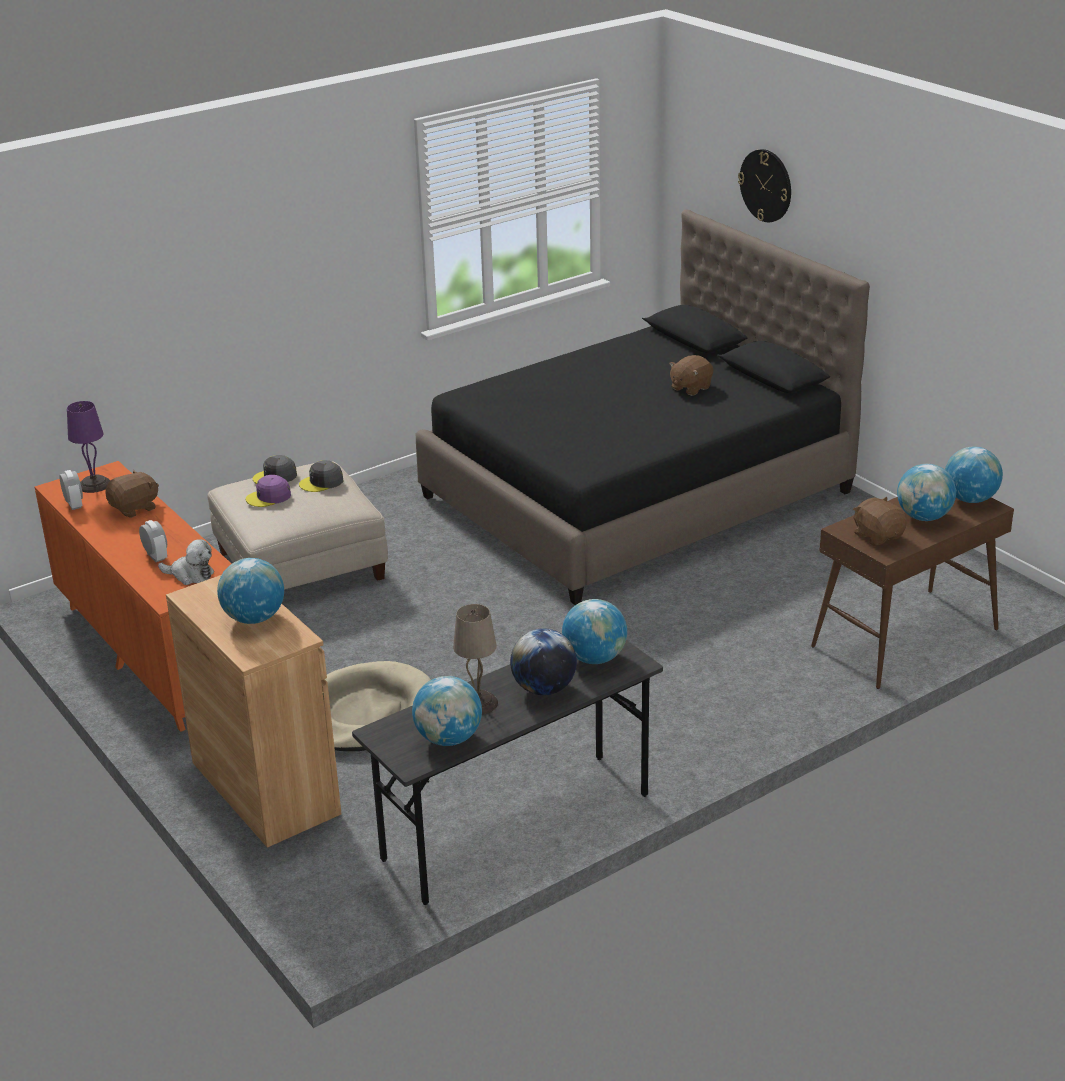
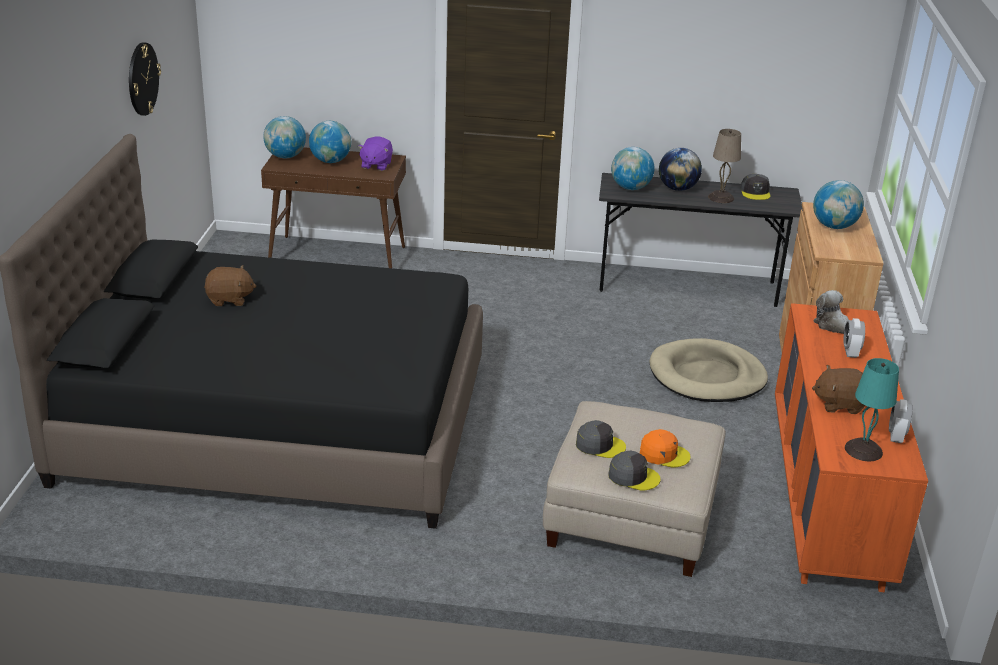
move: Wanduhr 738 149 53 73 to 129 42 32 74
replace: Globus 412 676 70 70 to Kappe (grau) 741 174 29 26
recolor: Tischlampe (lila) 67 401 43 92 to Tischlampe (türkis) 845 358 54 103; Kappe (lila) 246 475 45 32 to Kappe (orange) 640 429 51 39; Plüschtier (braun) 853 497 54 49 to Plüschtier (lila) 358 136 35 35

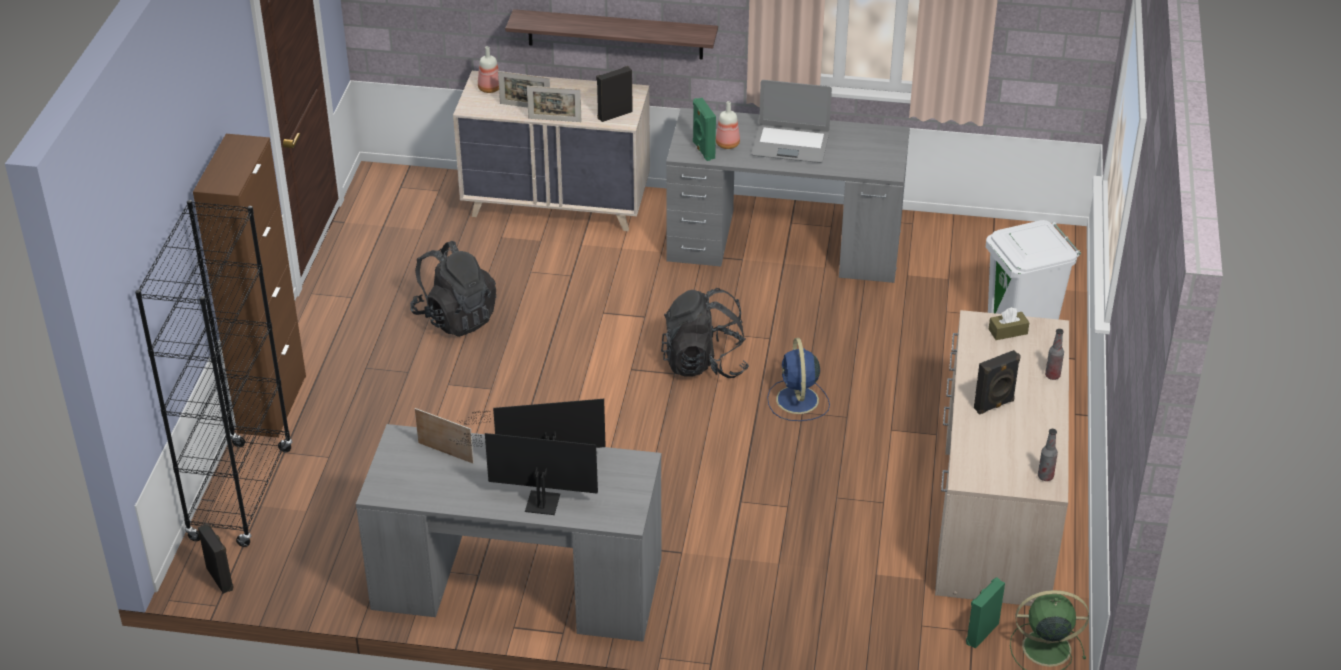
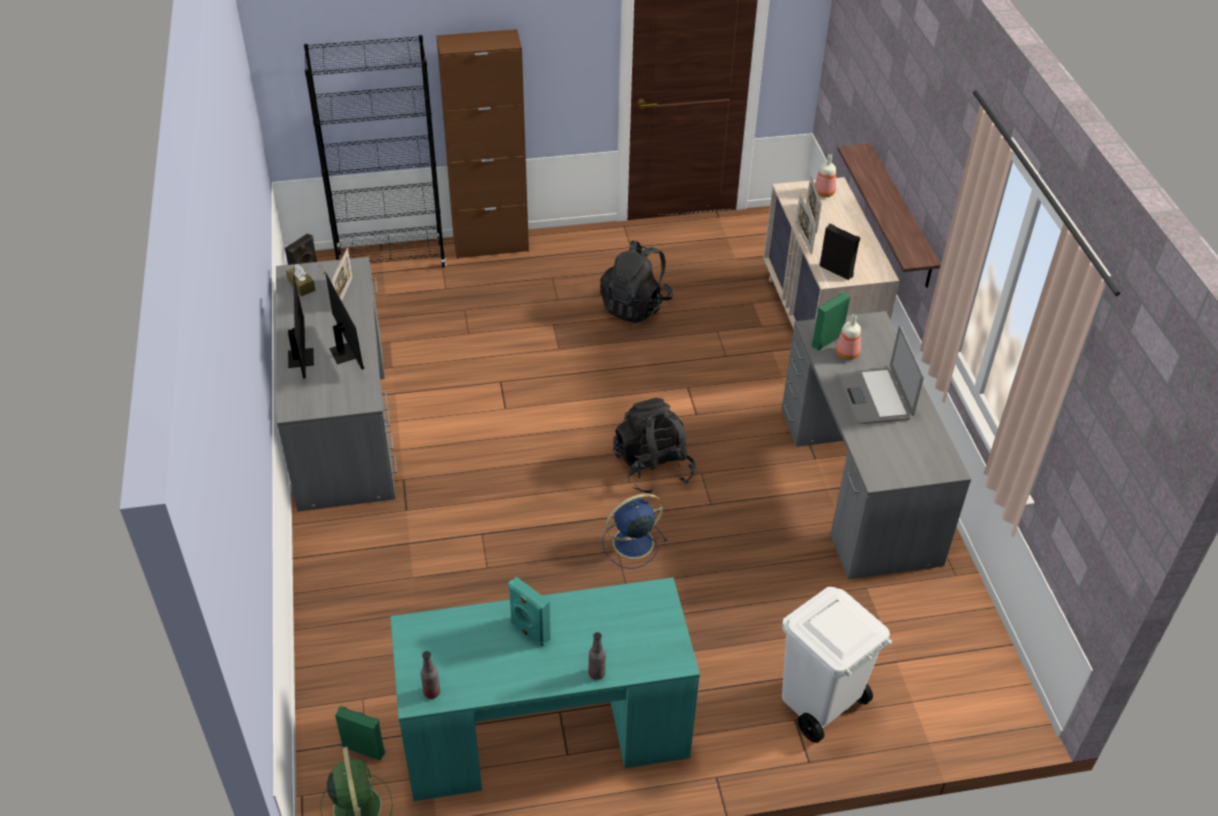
move: Taschentuchbox (braun) 989 307 40 33 to 286 264 30 32
recolor: Schreibtisch (beige) 935 310 134 296 to Schreibtisch (türkis) 390 577 310 224; Lautsprecher (schwarz) 974 350 47 65 to Lautsprecher (türkis) 508 577 43 70

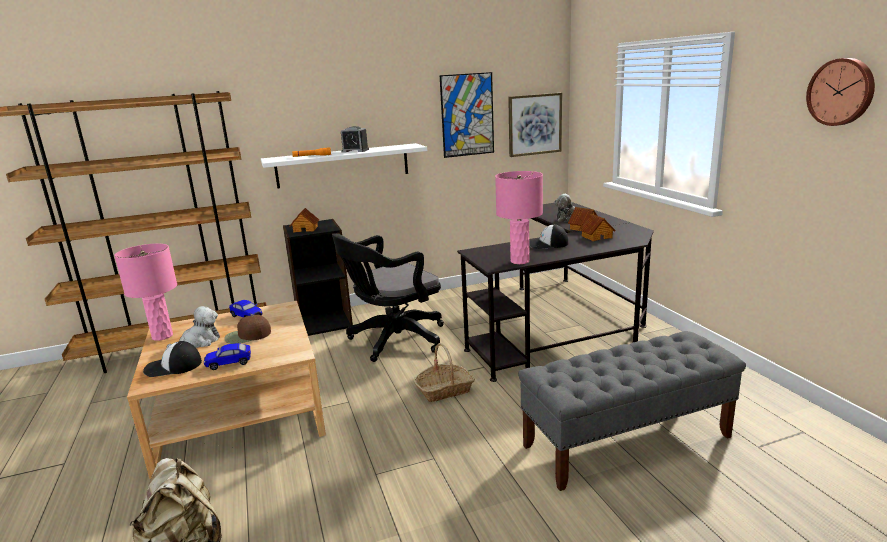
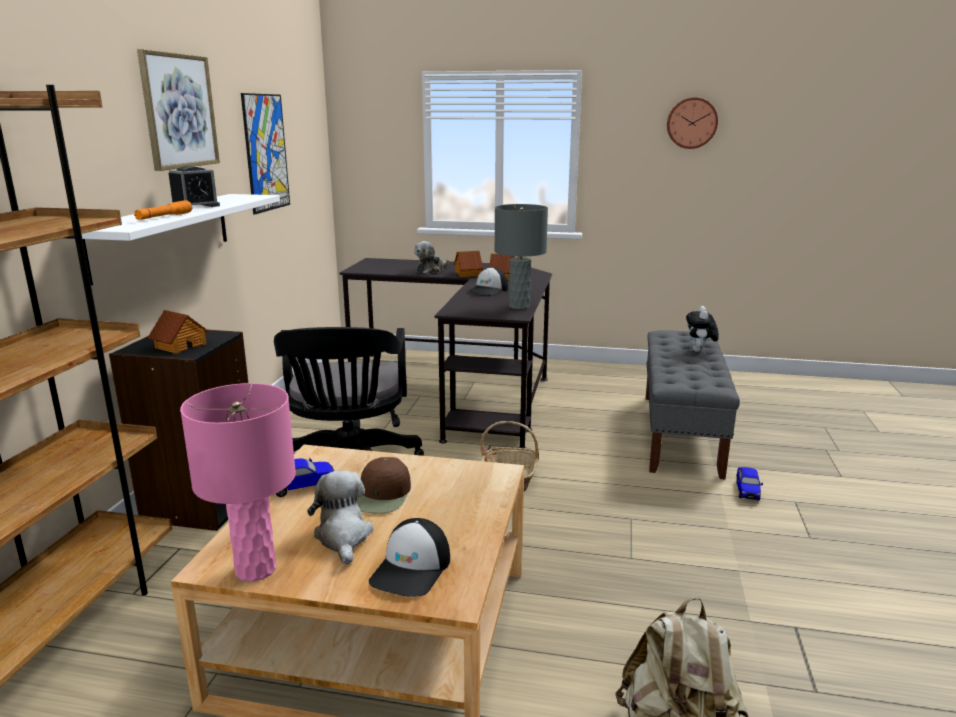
insert: Plüschtier 686 306 33 46
move: Spielzeugauto 204 343 47 27 to 736 467 27 33; Bild 508 93 54 64 to 137 49 83 122
recolor: Tischlampe (rosa) 495 171 48 93 to Tischlampe (grau) 495 204 53 105

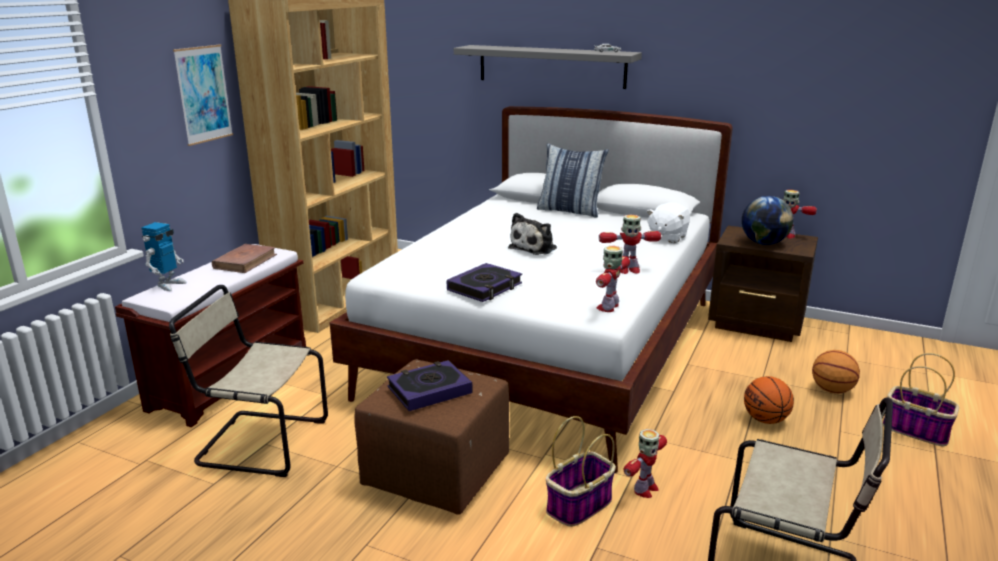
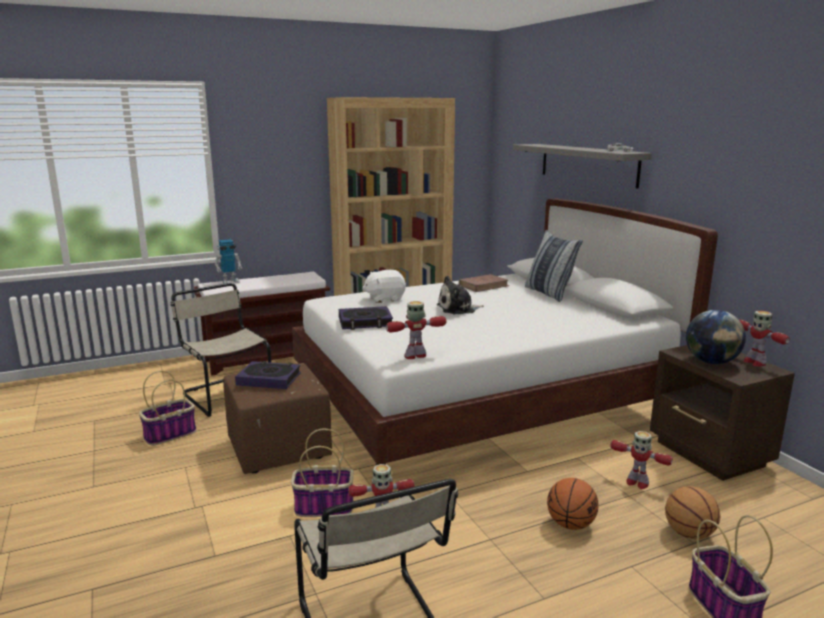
delete: Bild 173 44 60 102
insert: Korb 139 371 57 75
move: Buch (braun) 212 244 65 29 to 459 274 50 18; Spielzeugroboter 599 215 62 59 to 610 431 63 58; Plüschtier (weiß) 647 202 43 41 to 362 270 44 33

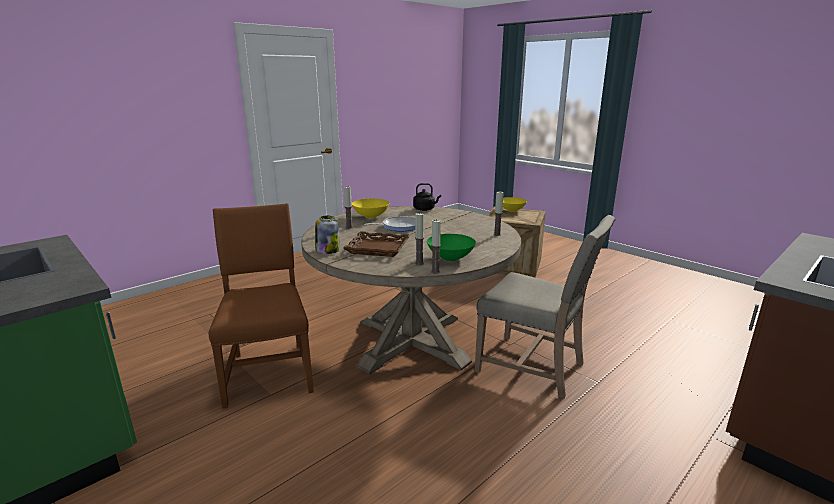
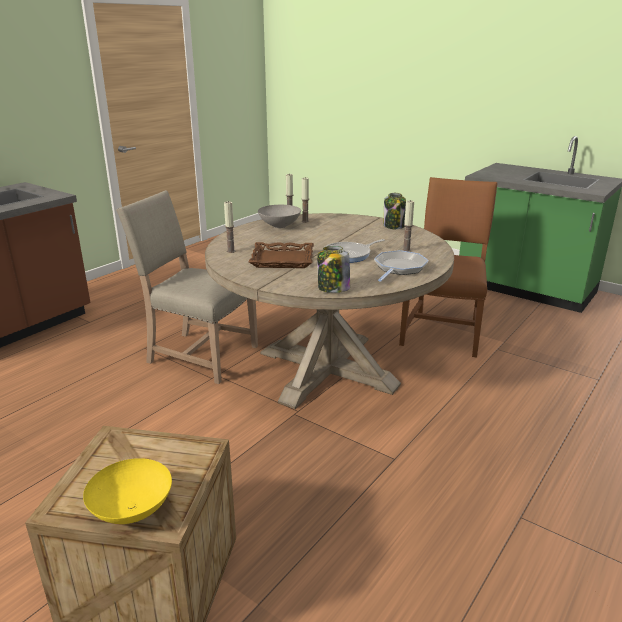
move: Tablett (braun) 343 231 67 26 to 249 242 65 26
replace: Schüssel (gelb) 352 198 37 20 to Pfanne 374 250 55 32; Wasserkessel (schwarz) 413 183 28 28 to Vorratsglas 317 246 33 47
recolor: Schüssel (grün) 427 234 49 27 to Schüssel (grau) 258 205 43 23
rotate: Stuhl (braun) 209 203 105 205 = 399 177 98 180 135 degrees counterclockwise

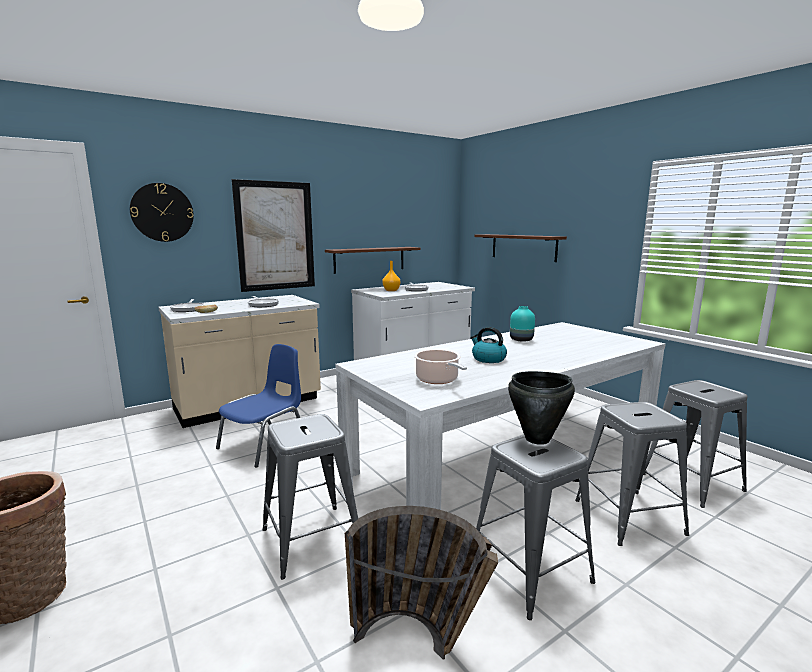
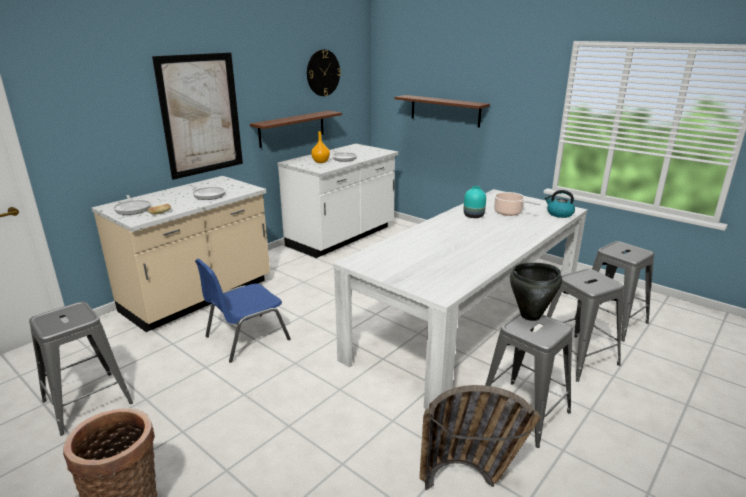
move: Wanduhr 130 183 64 59 to 307 49 34 47; Hocker (grau) 262 414 96 166 to 29 302 104 134; Kochtopf 414 349 53 35 to 494 192 47 24; Wasserkessel 471 327 36 36 to 545 190 30 28
rotate: Stuhl (blau) 216 344 91 124 = 195 259 96 104 150 degrees counterclockwise

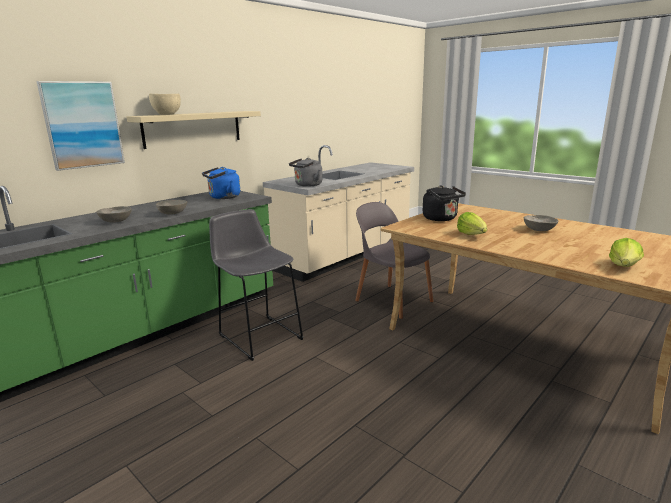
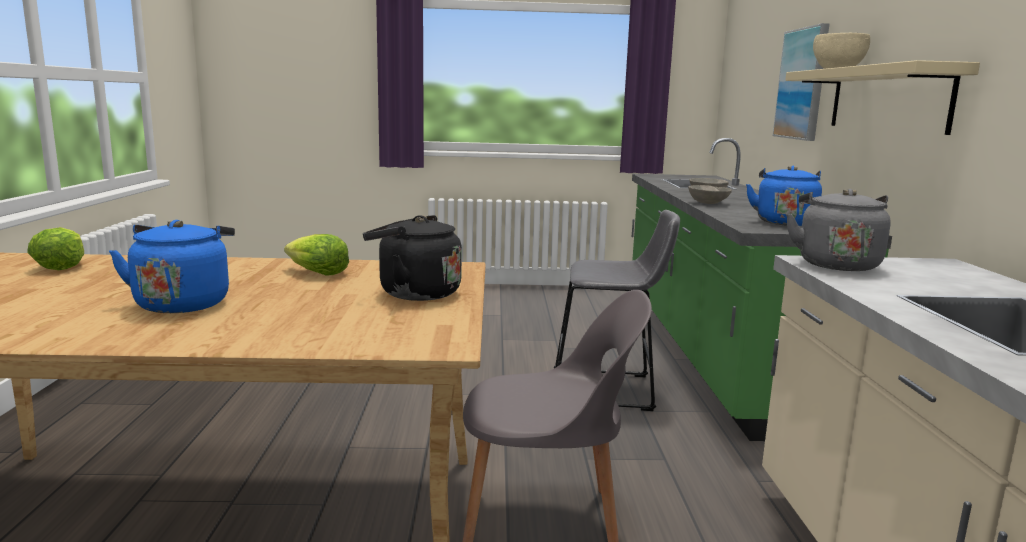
replace: Schüssel (grau) 524 215 34 16 to Wasserkessel (blau) 109 220 126 93

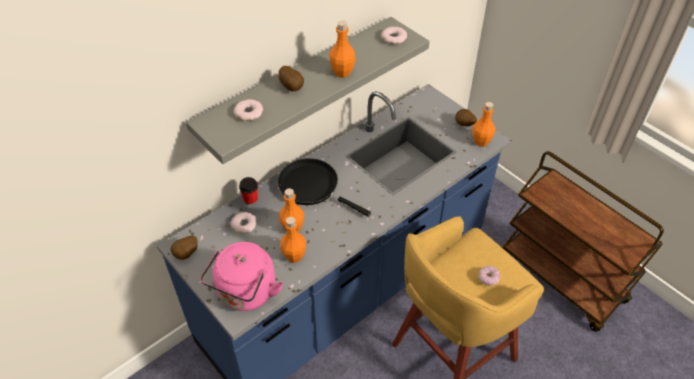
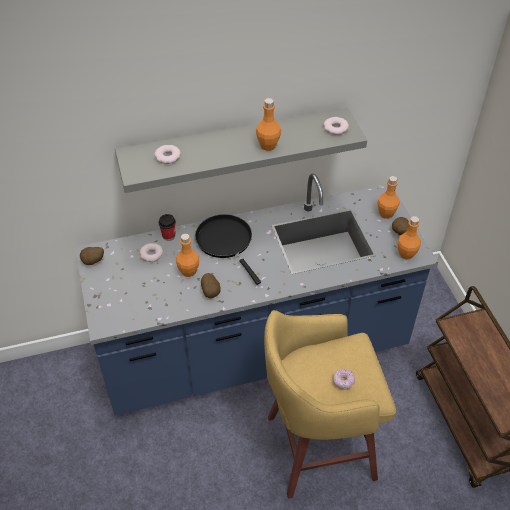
delete: Wasserkessel (rosa) 200 242 83 69
move: Kartoffel 278 66 26 25 to 201 273 20 25; Flasche (orange) 280 217 26 46 to 377 176 23 43

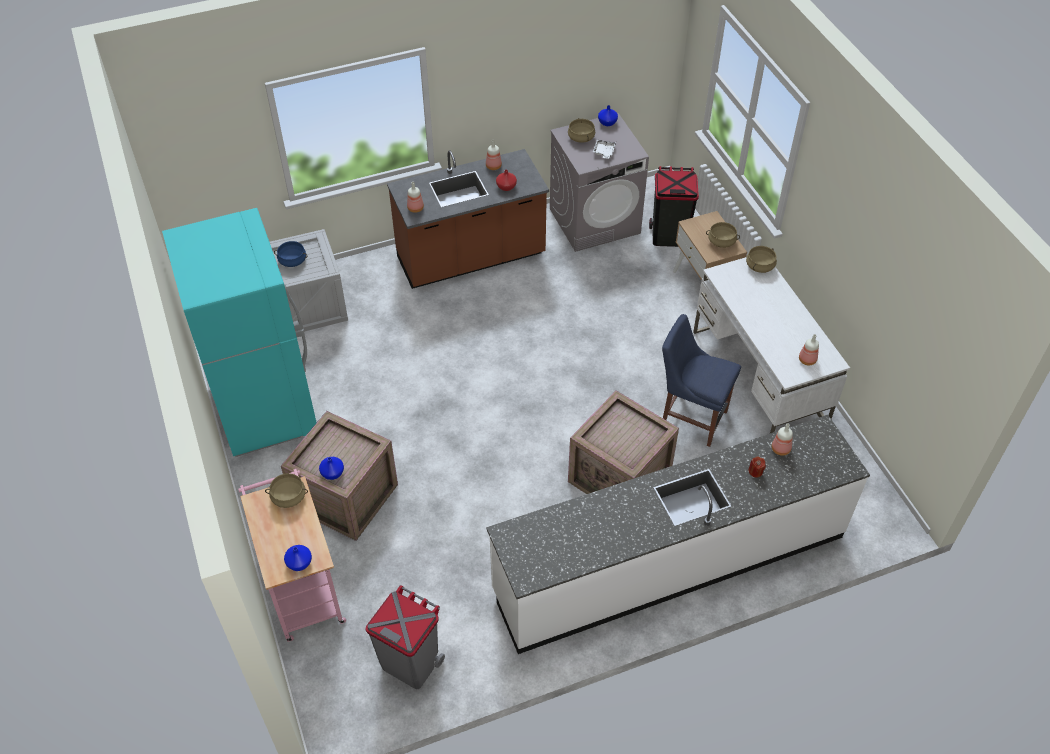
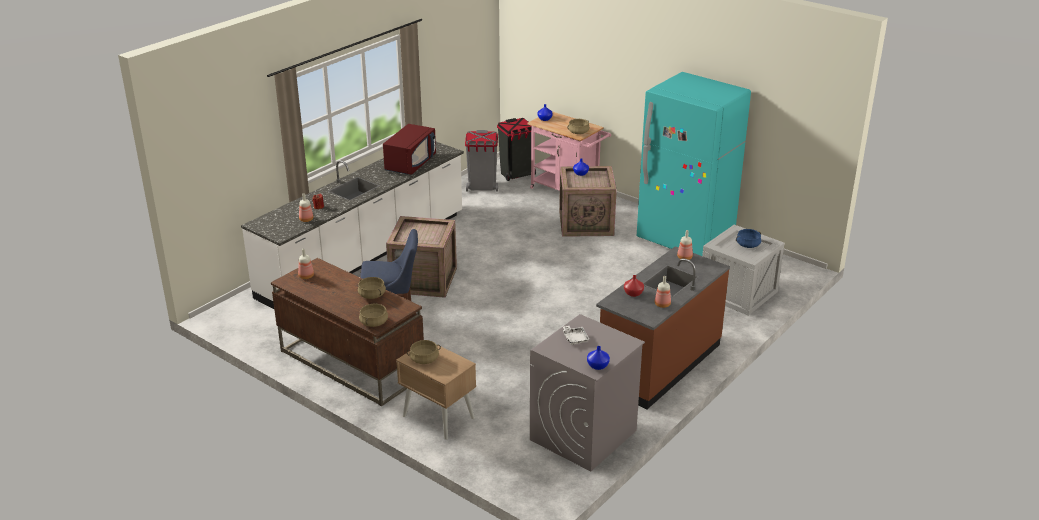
insert: Mikrowelle (rot) 383 124 53 51
move: Kochtopf (beige) 568 118 28 25 to 358 277 28 22; Mülleimer (schwarz) 649 166 50 81 to 497 118 39 63
recolor: Schreibtisch (weiß) 693 257 157 176 to Schreibtisch (braun) 271 258 153 148

